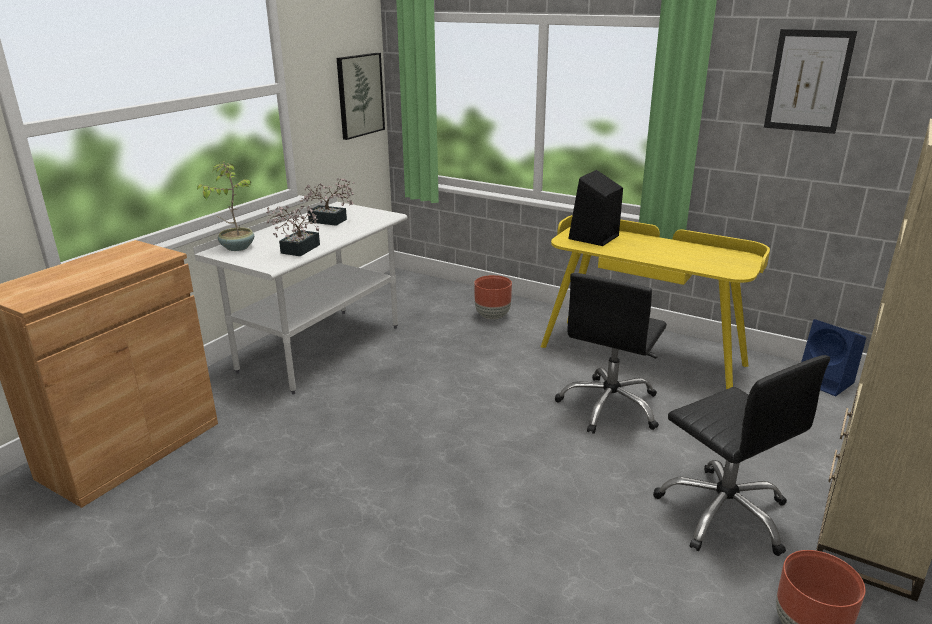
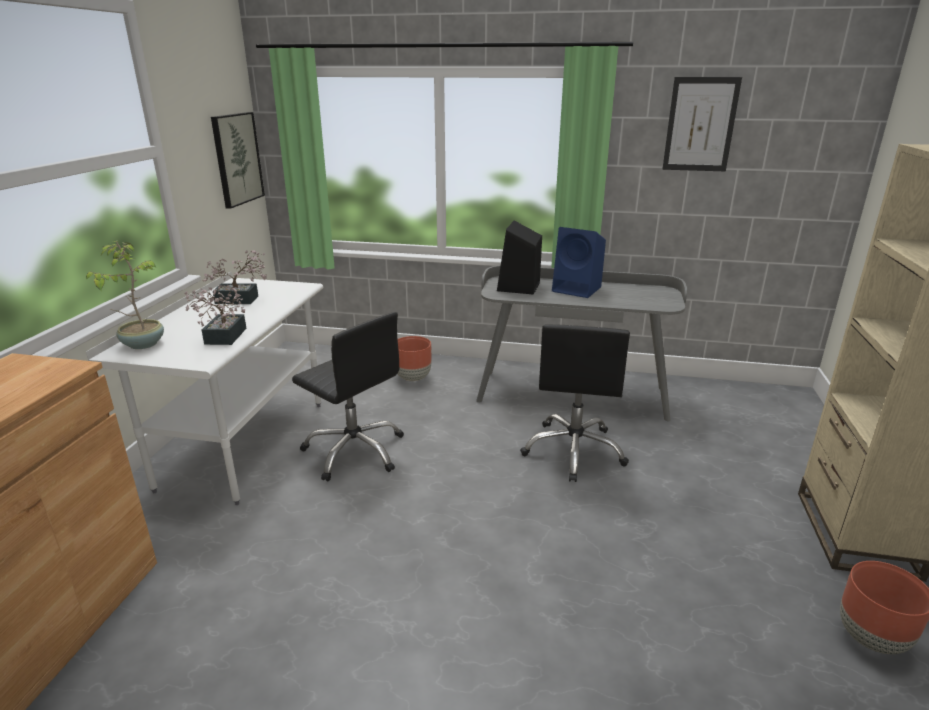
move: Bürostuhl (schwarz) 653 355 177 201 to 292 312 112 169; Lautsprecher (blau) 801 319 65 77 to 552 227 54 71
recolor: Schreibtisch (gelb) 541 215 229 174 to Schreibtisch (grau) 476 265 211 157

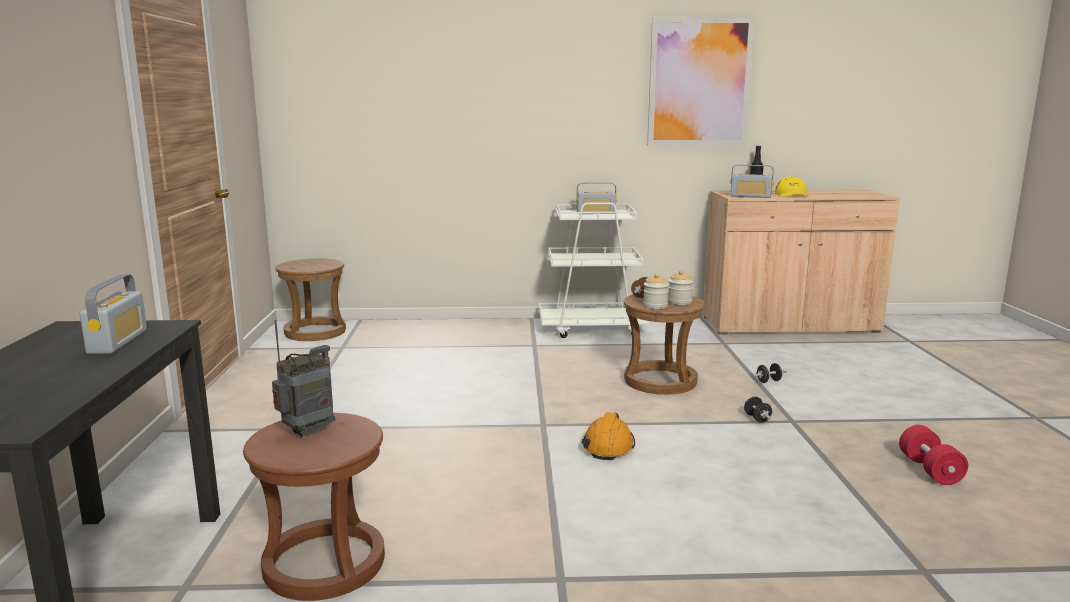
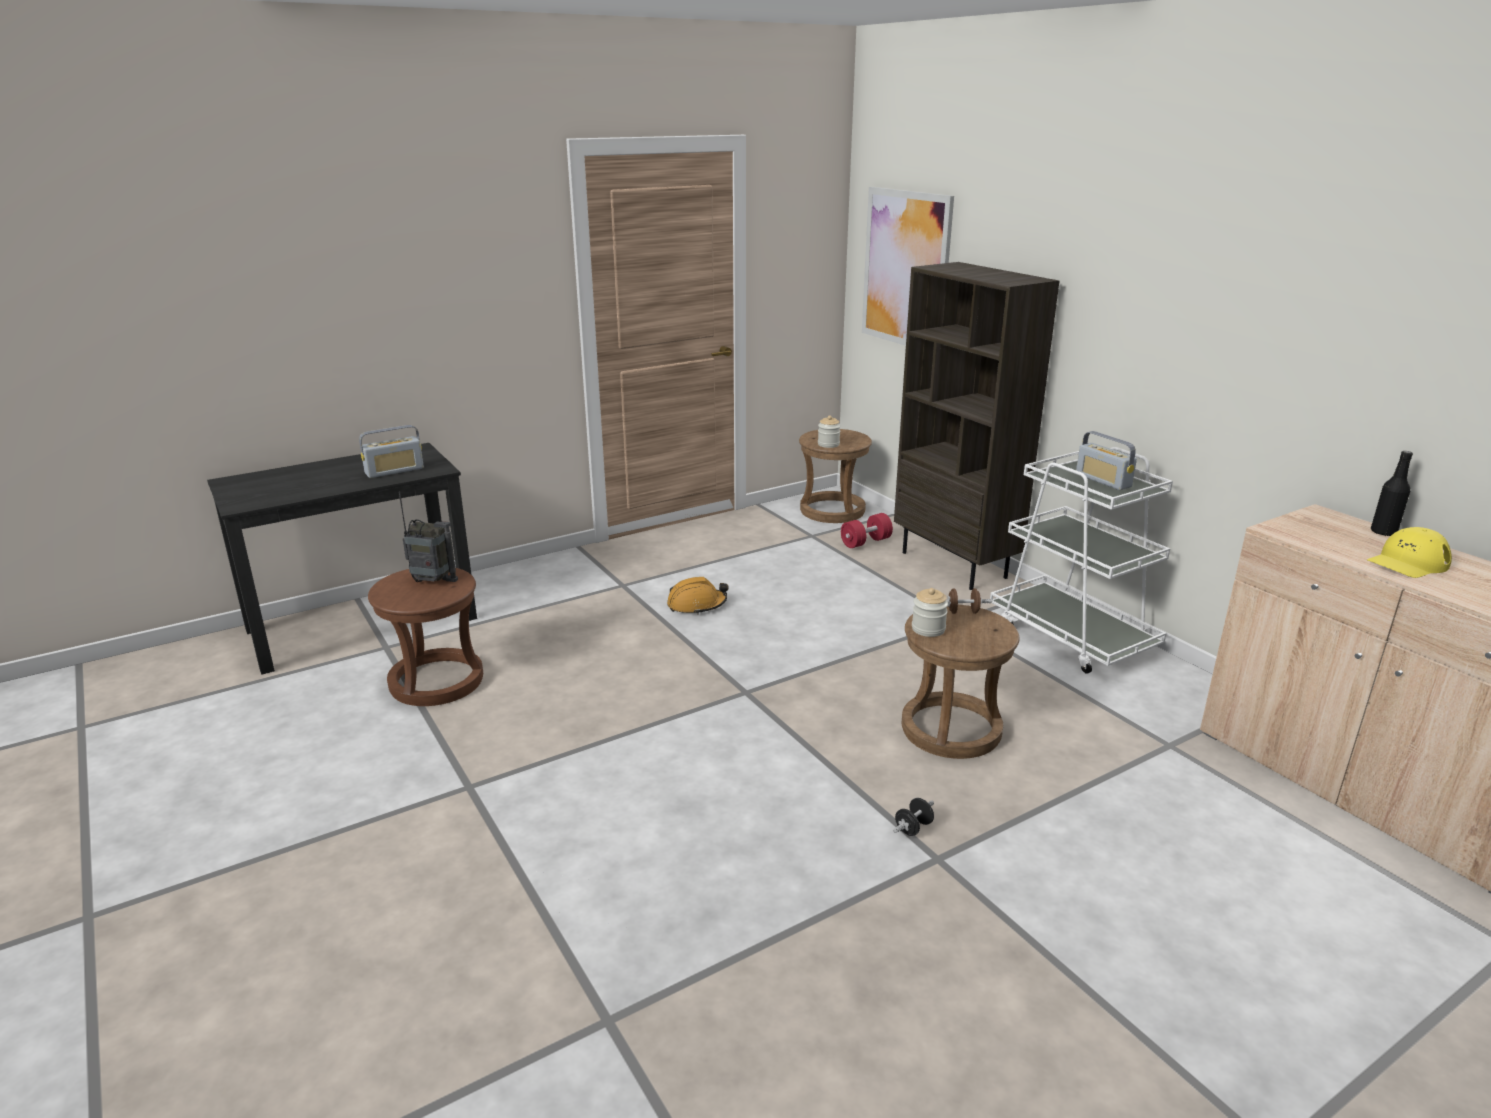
delete: Radio 730 164 44 34; Hantel (schwarz) 752 363 35 20
insert: Bücherregal (braun) 894 262 165 328
move: Schutzhelm (orange) 582 412 53 48 to 667 577 61 38; Bild 647 17 108 129 to 862 187 92 159; Vorratsglas 668 270 25 35 to 818 416 23 32; Hantel (rot) 899 425 69 60 to 841 513 52 35

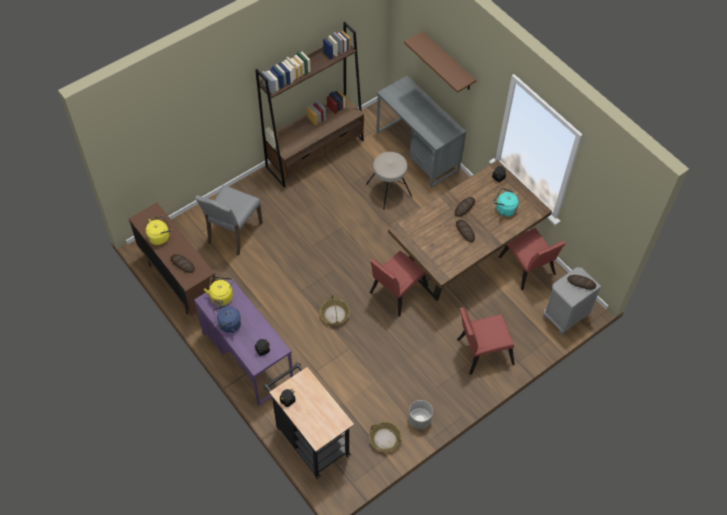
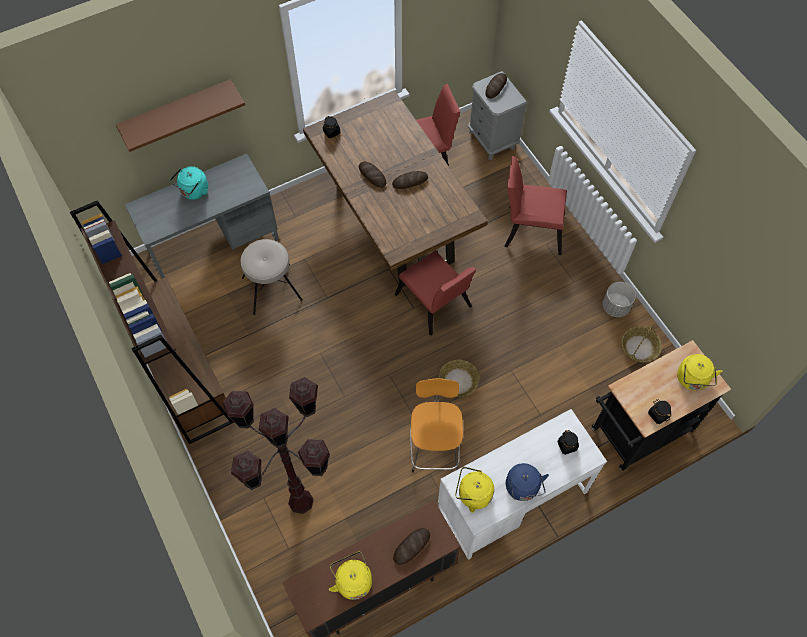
insert: Hocker (orange) 410 378 53 94; Wasserkessel (gelb) 677 354 45 37
move: Wasserkessel (türkis) 494 188 25 29 to 170 166 38 34
replace: Stuhl (grau) 195 185 68 71 to Stehlampe (braun) 222 377 108 137
recolor: Schreibtisch (lila) 194 277 99 129 to Schreibtisch (weiß) 438 409 169 151
rotate: Stuhl (rot) 457 307 58 68 = 504 156 63 99 105 degrees clockwise

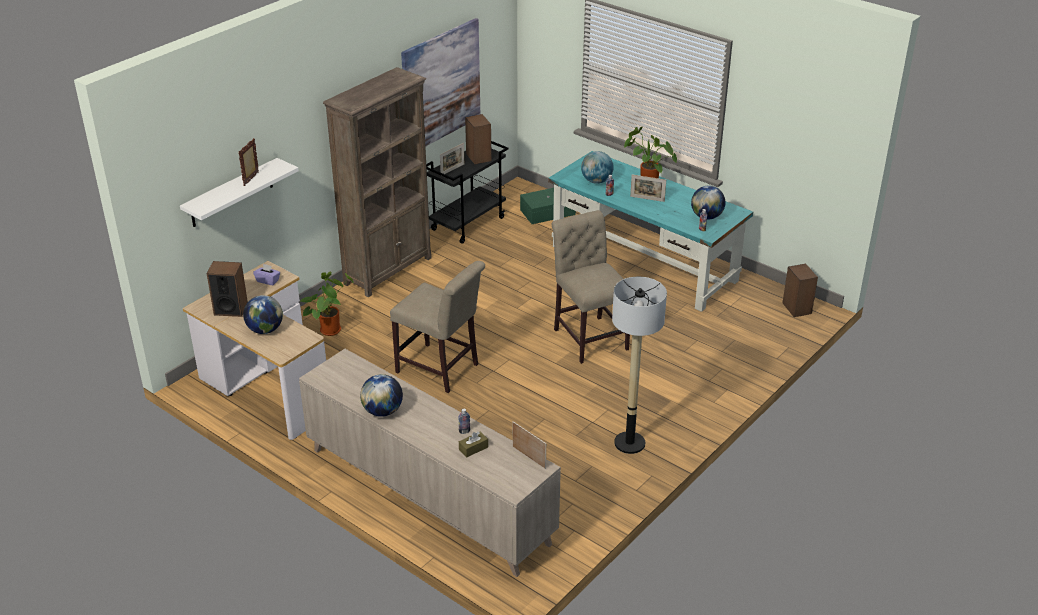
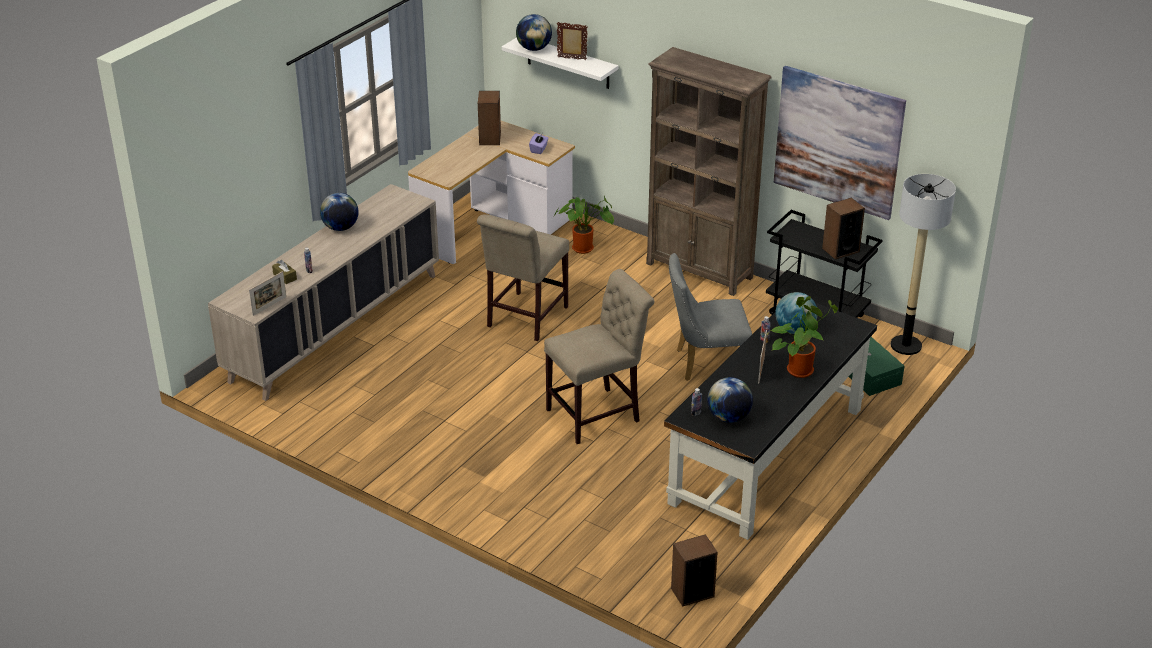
delete: Bilderrahmen 440 143 24 31
insert: Stuhl (grau) 669 253 83 128
move: Globus 243 295 40 39 to 516 14 36 37; Stehlampe 612 277 55 177 to 891 174 65 181
recolor: Schreibtisch (türkis) 548 151 205 161 to Schreibtisch (schwarz) 664 303 213 237

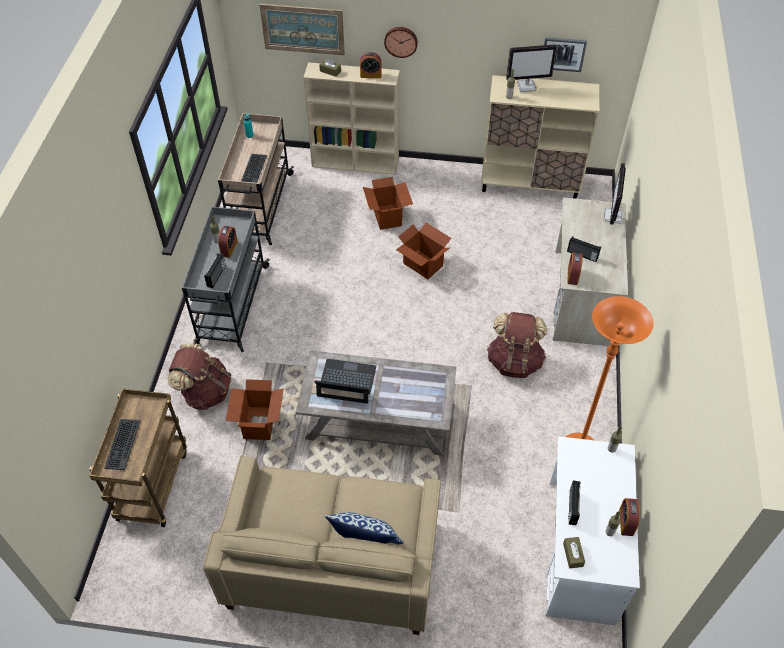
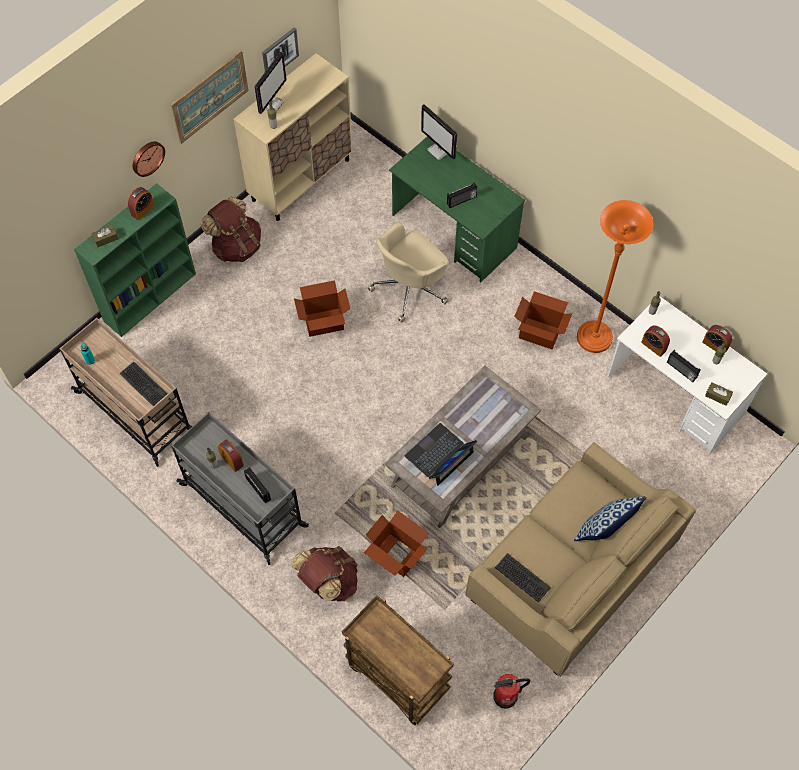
insert: Bürostuhl (beige) 368 222 81 100; Feuerlöscher 494 674 36 35
move: Tastatur 104 419 36 51 to 495 553 56 50; Bild 260 4 85 51 to 170 50 79 94; Karton 363 177 50 53 to 514 291 58 58; Rucksack (braun) 487 312 60 66 to 201 197 60 65; Wecker 567 253 16 32 to 641 325 29 32
recolor: Bücherregal (beige) 303 62 97 113 to Bücherregal (grün) 74 183 122 154; Schreibtisch (beige) 553 197 75 149 to Schreibtisch (grün) 389 137 136 145

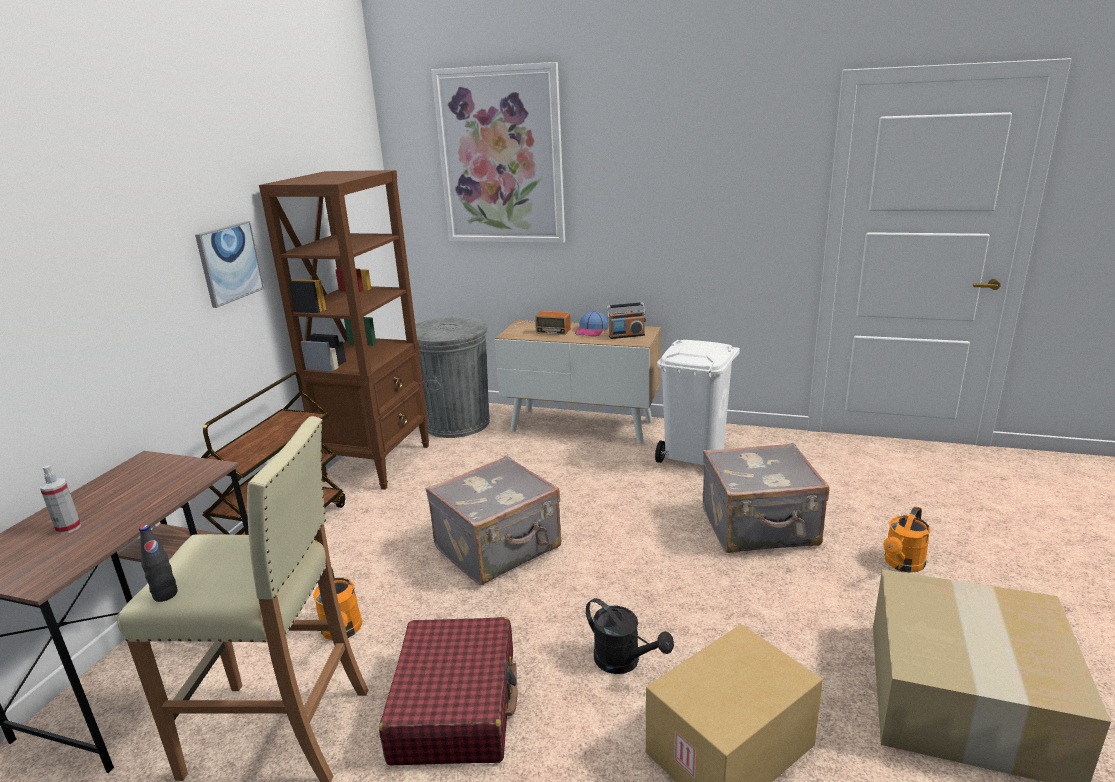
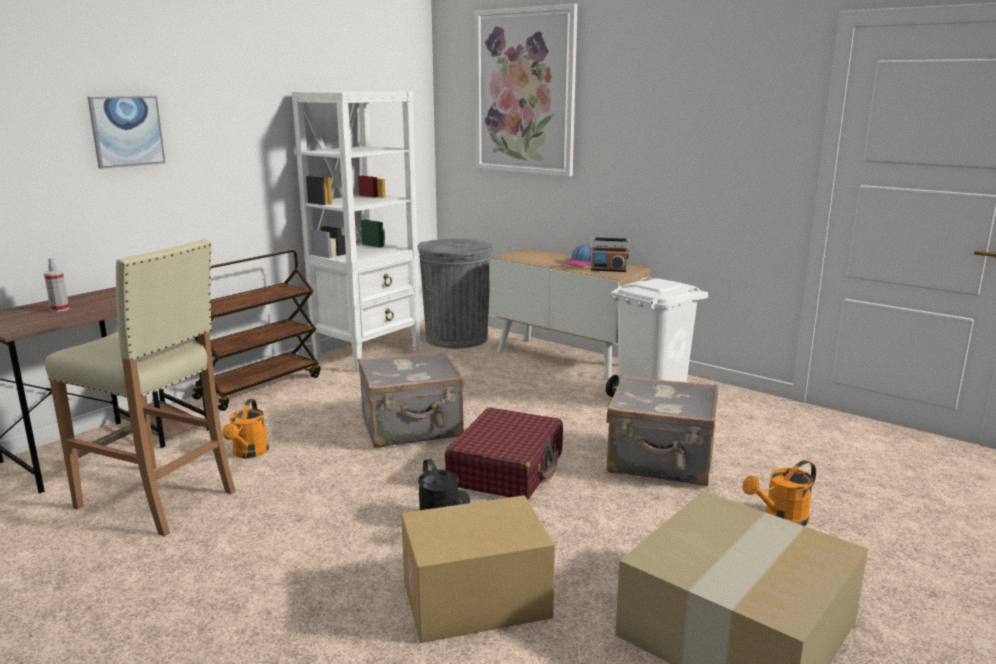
delete: Flasche (schwarz) 139 525 39 77; Radio 515 311 56 24
move: Bild 195 221 69 87 to 87 96 79 73; Koffer (rot) 379 617 139 148 to 445 407 118 93
recolor: Bücherregal (braun) 259 170 170 320 to Bücherregal (weiß) 292 91 129 282

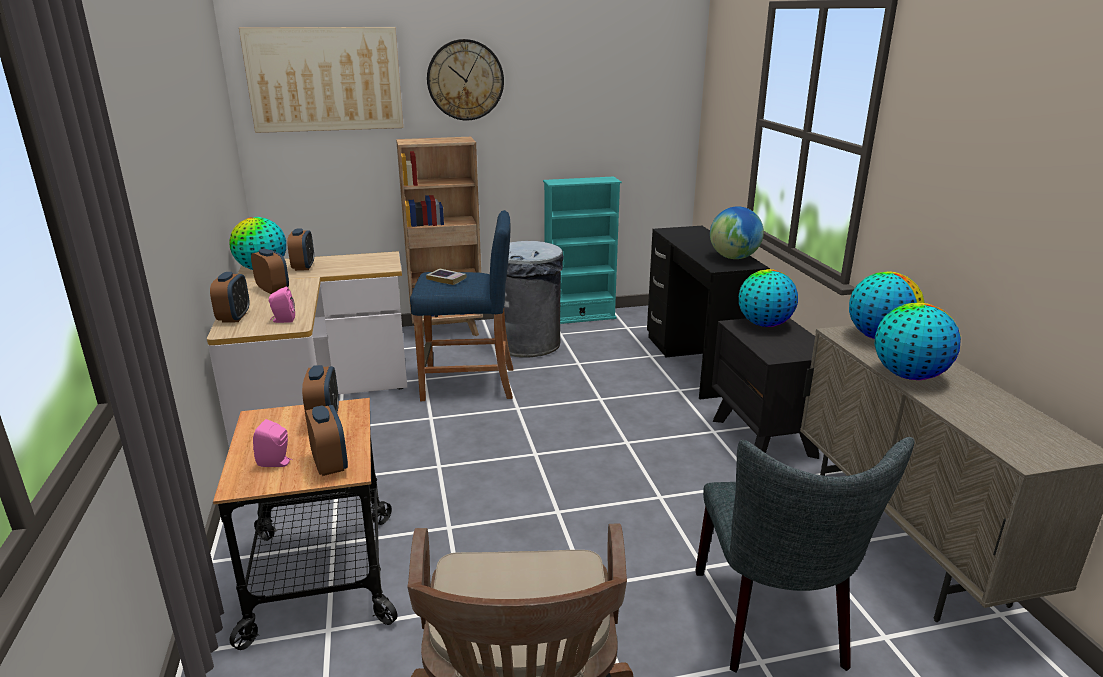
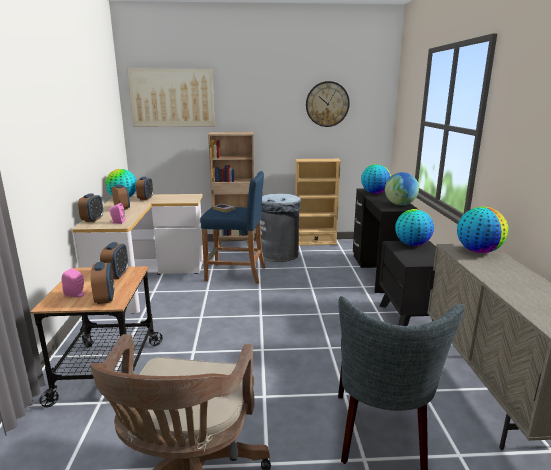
move: Wanduhr 427 39 77 82 to 306 81 44 46; Globus 875 303 86 77 to 361 164 30 30
recolor: Bücherregal (türkis) 543 176 79 148 to Bücherregal (beige) 295 159 47 87

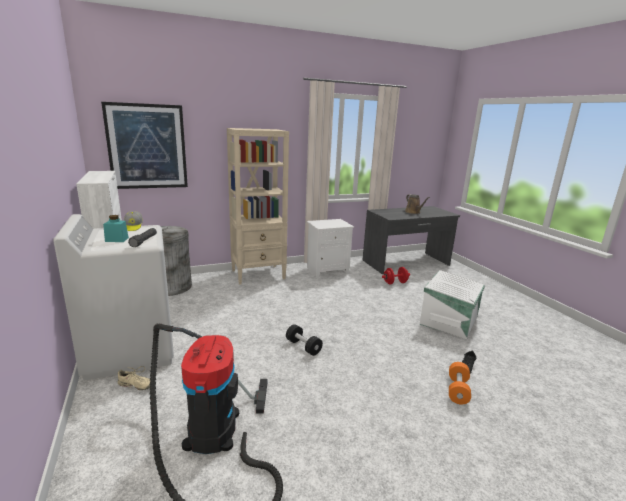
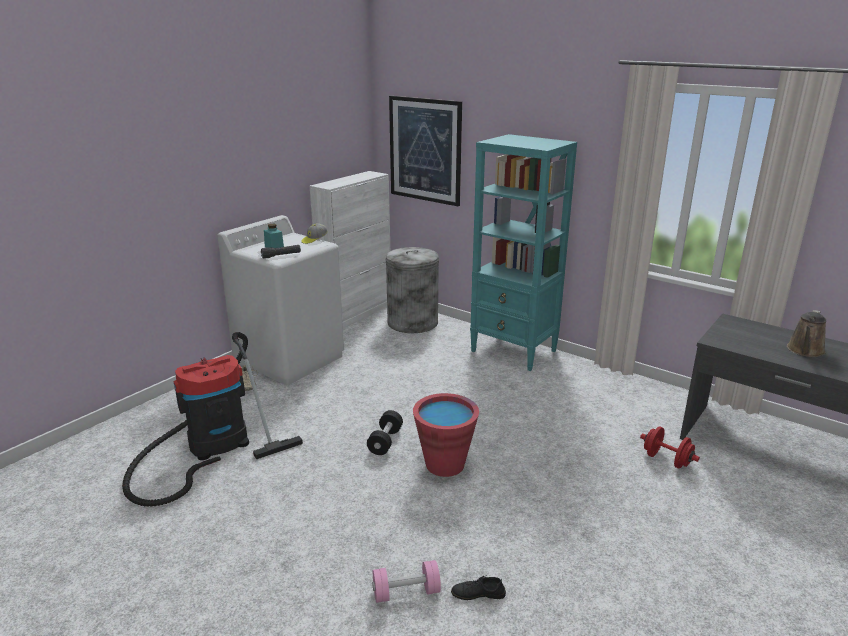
delete: Nachttisch (weiß) 307 219 47 59; Aufbewahrungsbox (weiß) 420 270 65 69
insert: Eimer (rot) 413 393 66 84
recolor: Bücherregal (beige) 227 128 62 157 to Bücherregal (türkis) 470 134 107 237; Hantel (orange) 449 362 22 43 to Hantel (rosa) 372 560 69 43

